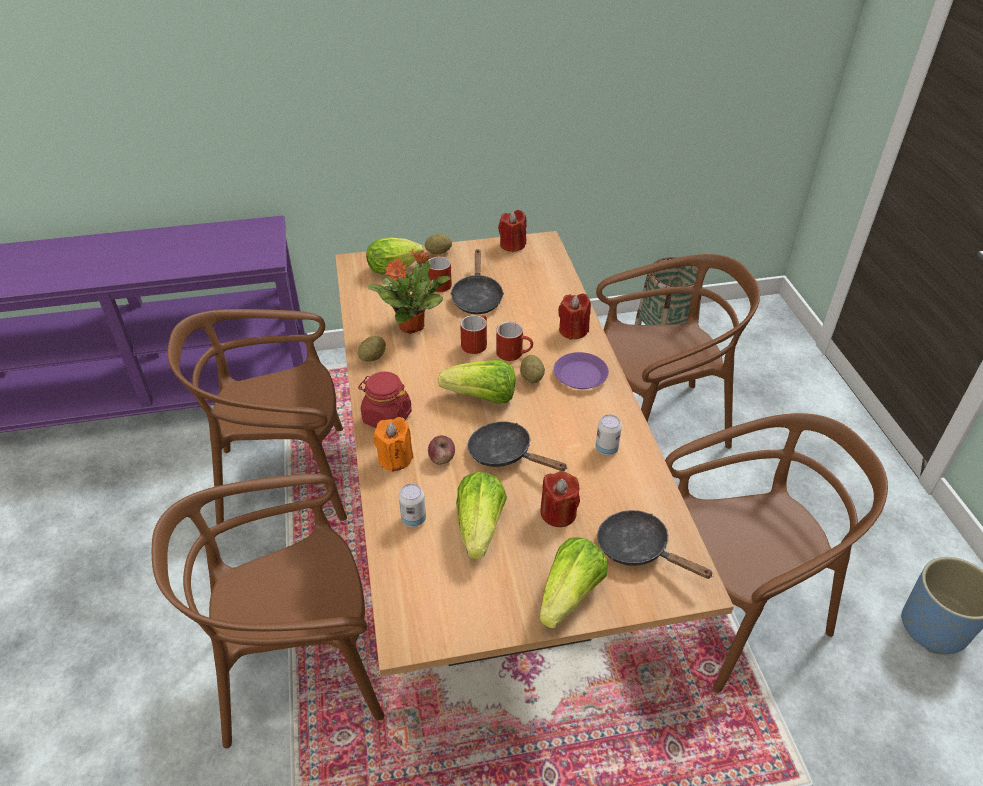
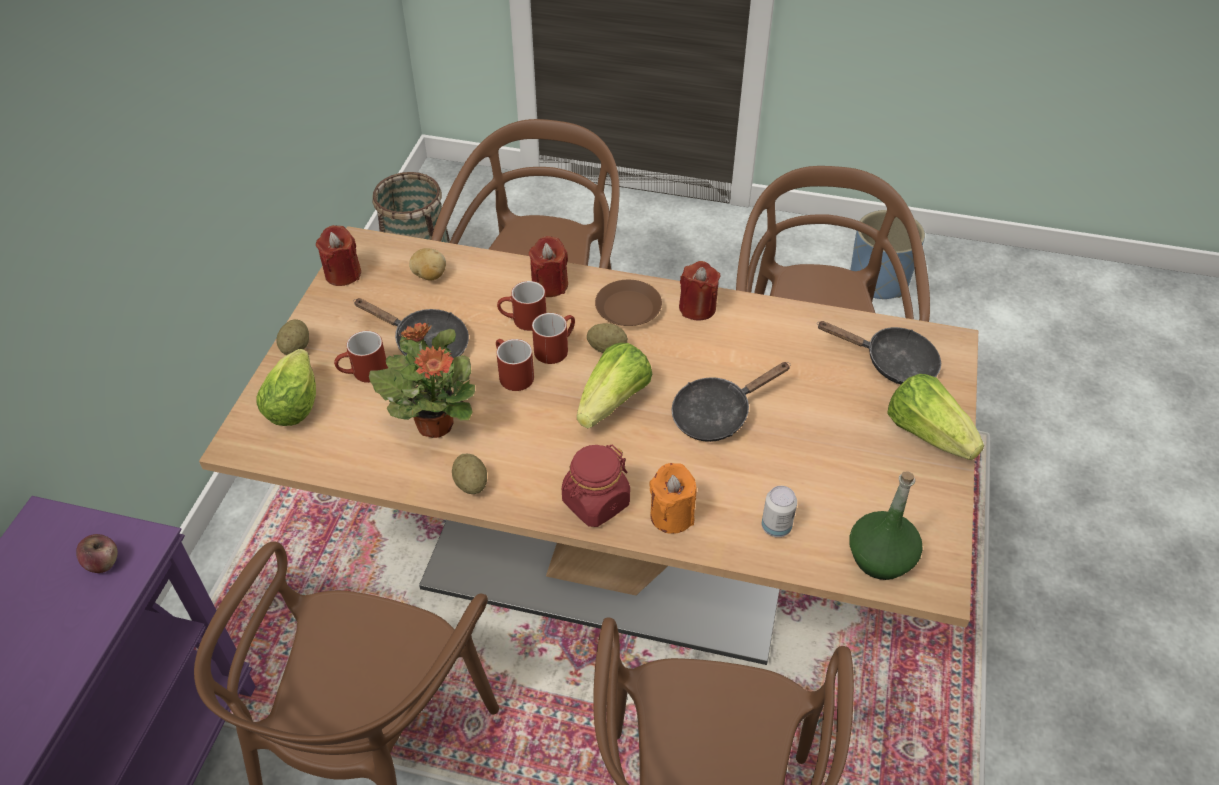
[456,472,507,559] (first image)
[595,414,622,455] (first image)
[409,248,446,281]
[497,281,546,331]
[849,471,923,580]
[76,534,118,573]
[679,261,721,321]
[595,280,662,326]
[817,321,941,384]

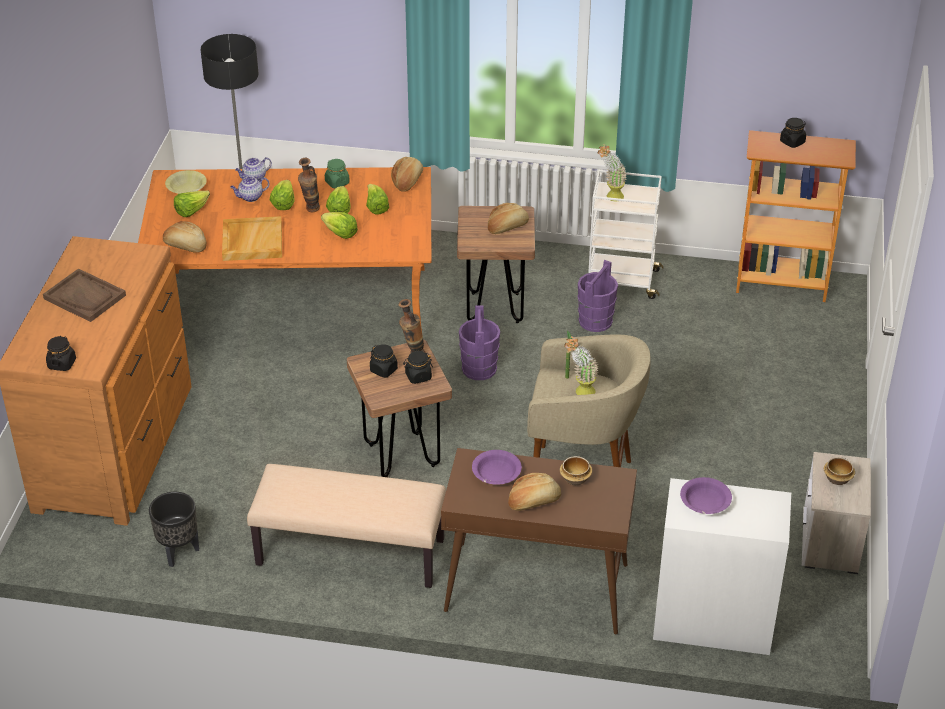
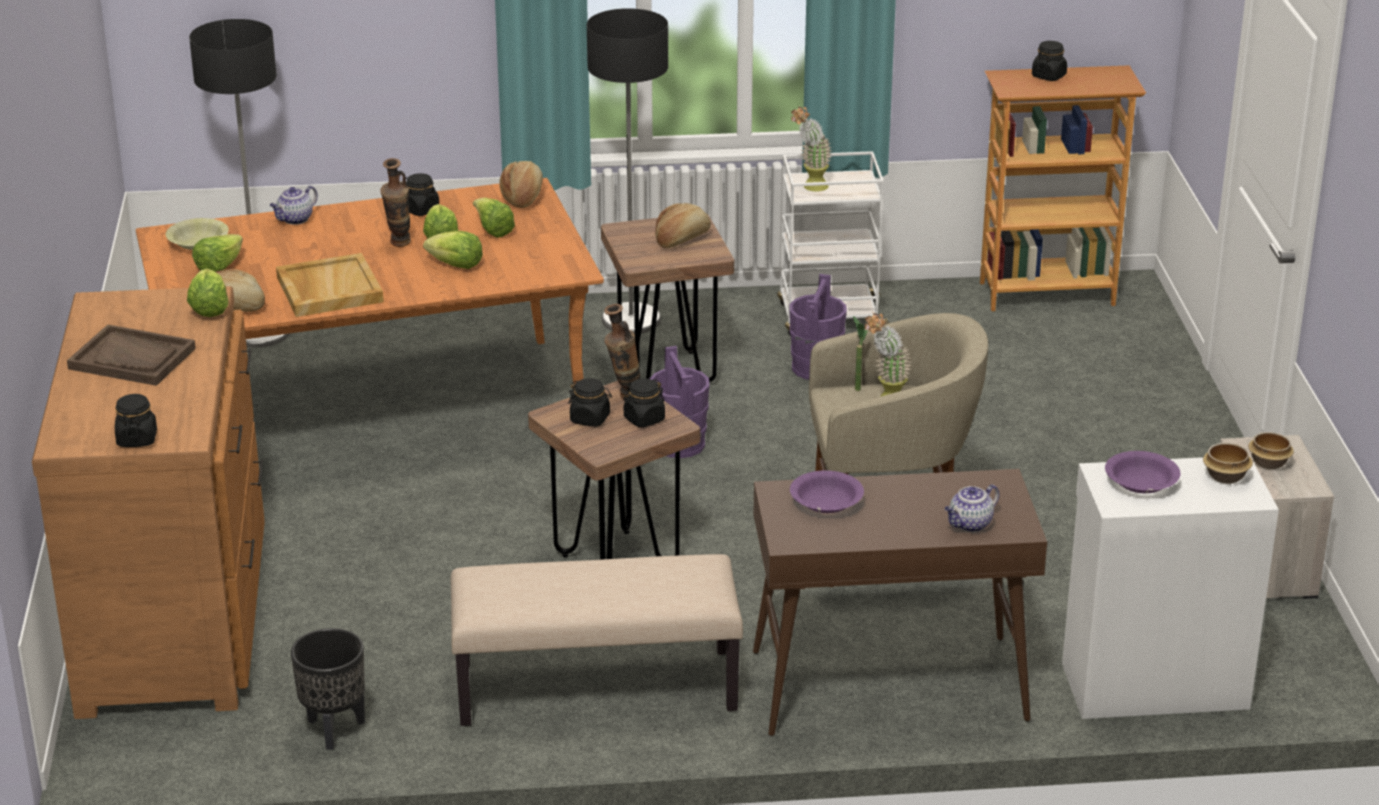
[508,473,561,511] (first image)
[587,8,668,334]
[945,484,999,532]
[187,269,228,317]
[1203,443,1253,484]
[406,173,439,216]

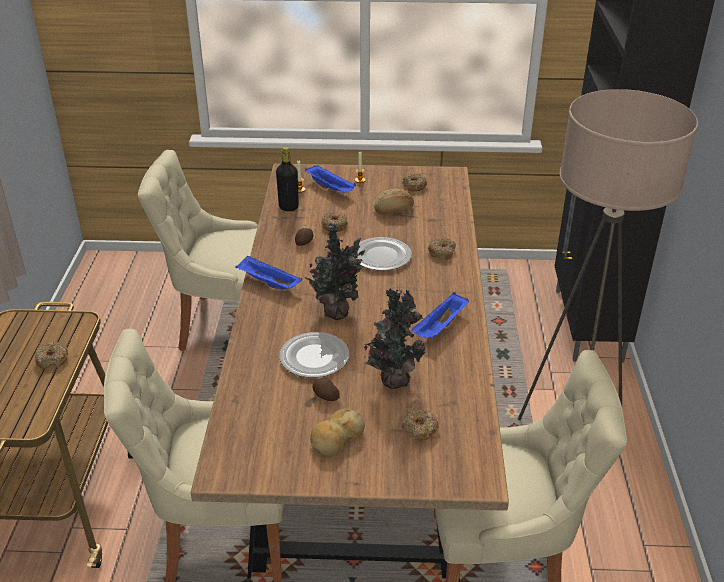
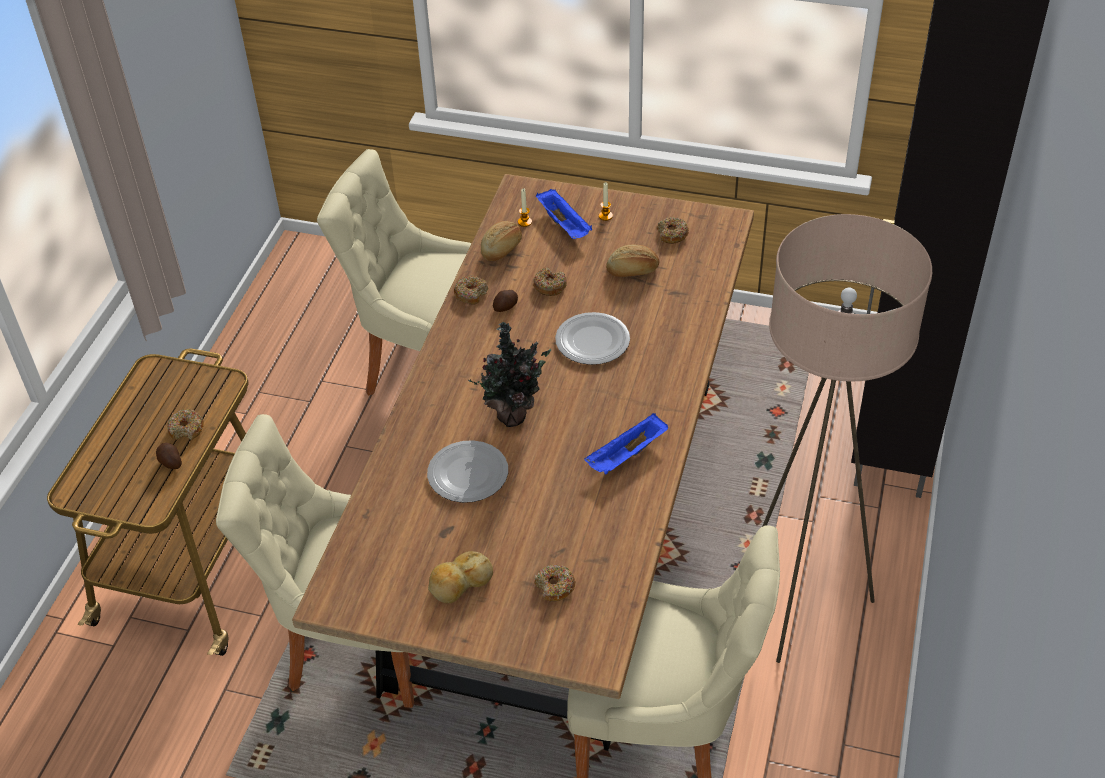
[235,255,302,290] (first image)
[364,288,425,389] (first image)
[156,443,182,469]
[454,275,489,305]
[481,221,522,261]

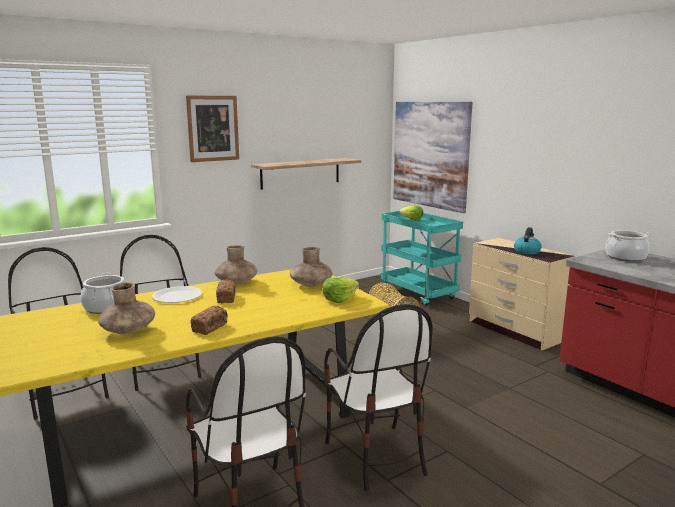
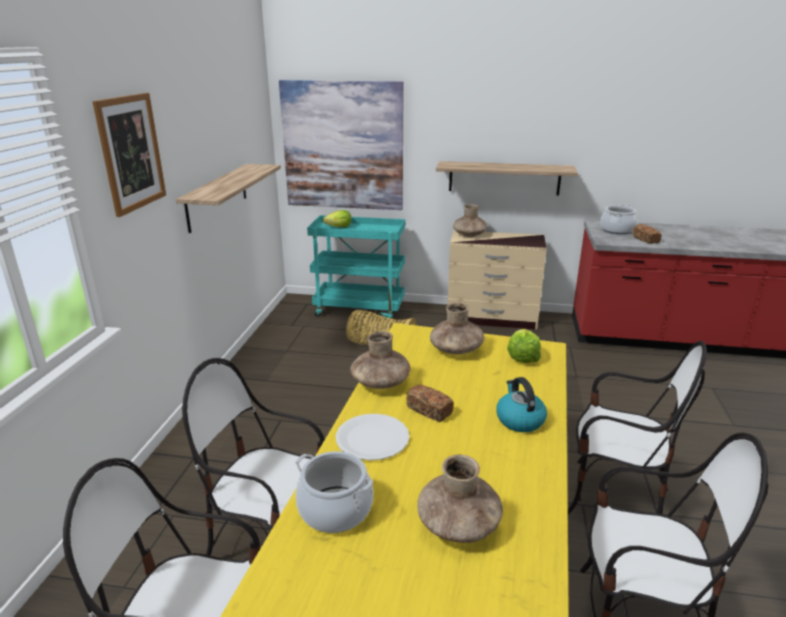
[436,161,578,195]
[453,204,488,237]
[633,224,662,244]
[496,377,547,432]

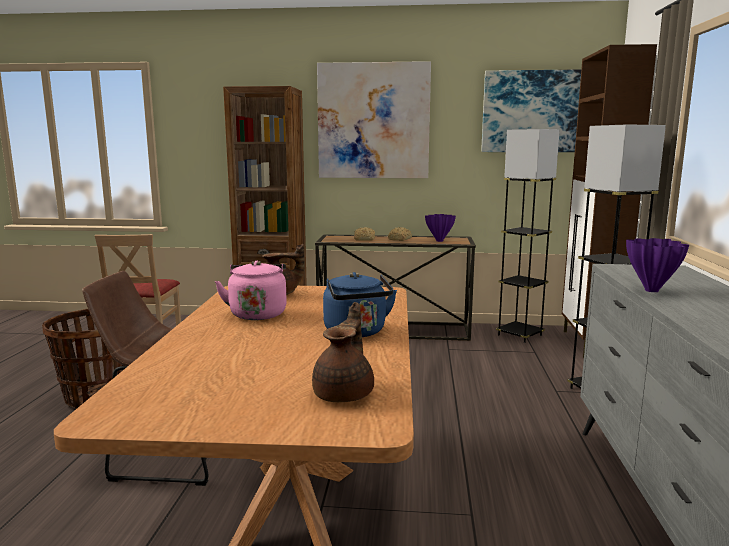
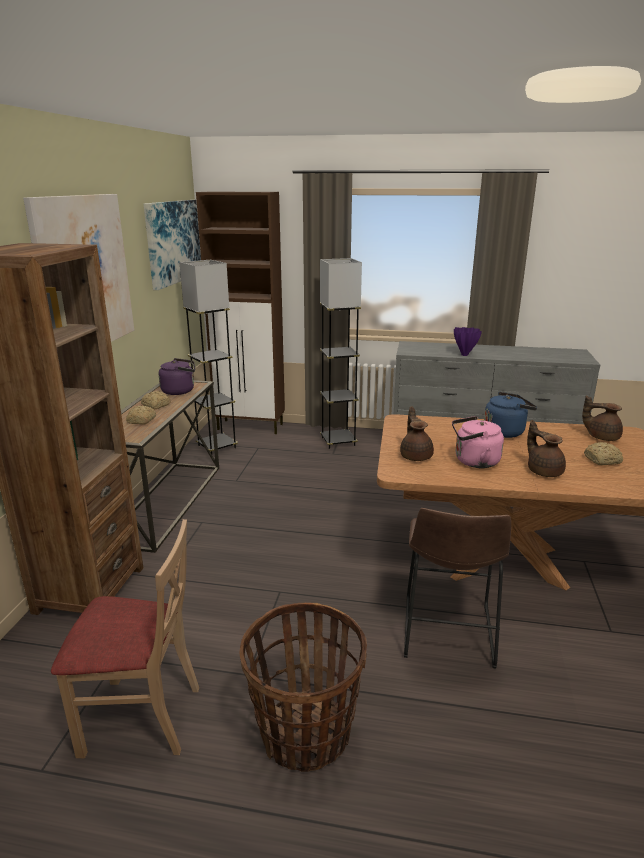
[527,420,566,477]
[584,442,623,465]
[159,358,195,395]

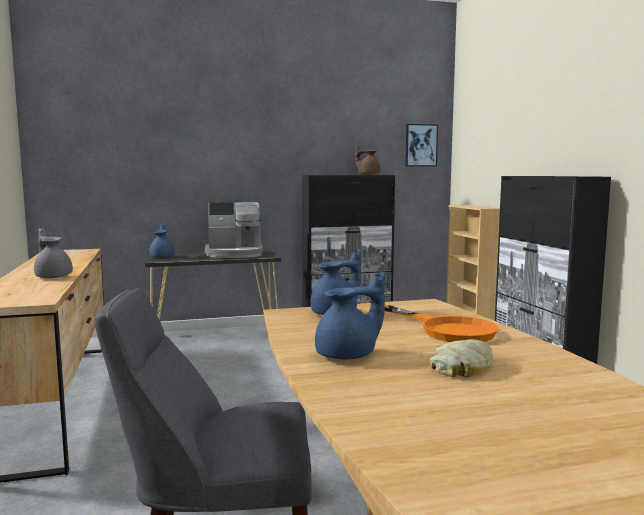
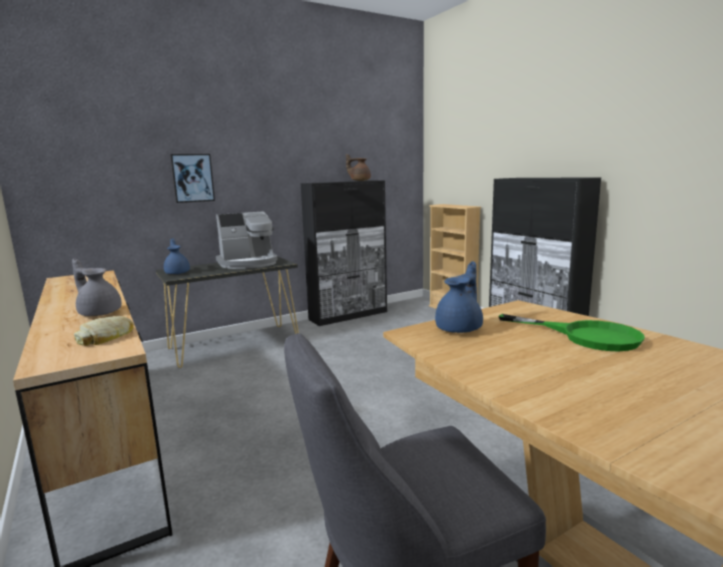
[315,272,385,360] (first image)
[170,154,215,203]
[74,316,134,346]
[498,314,645,351]

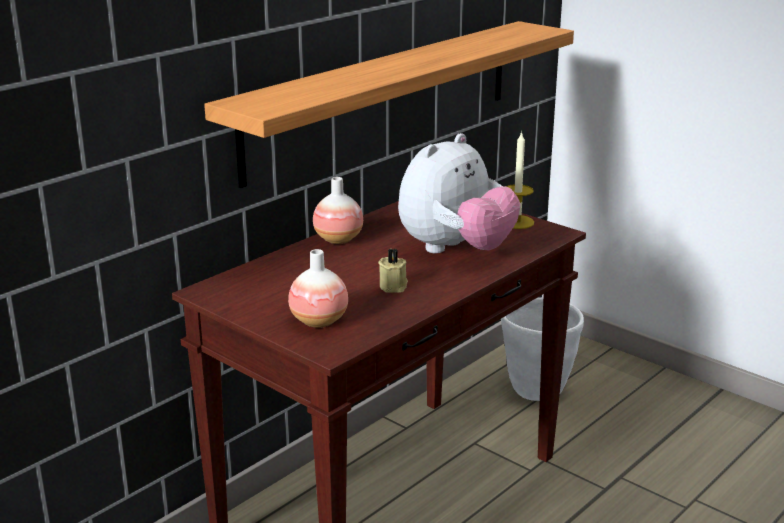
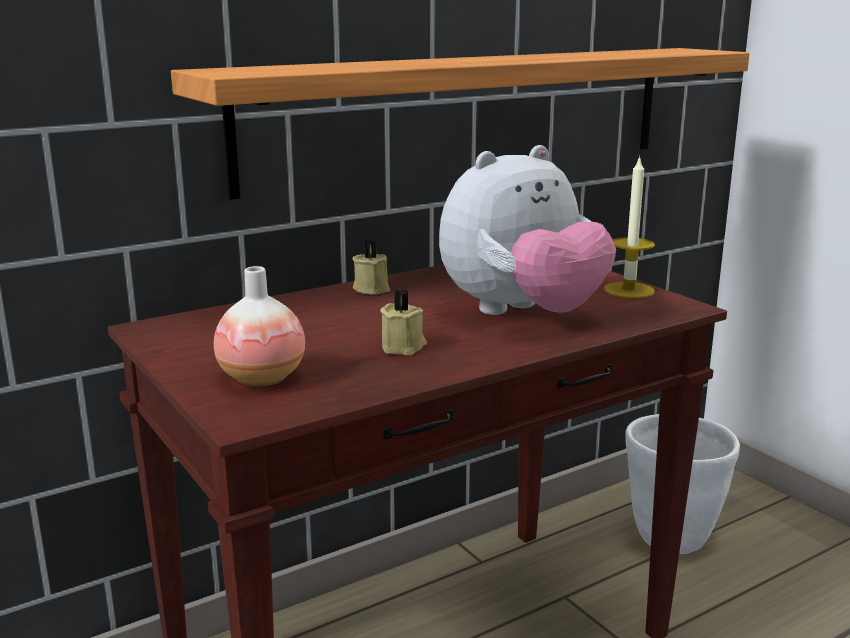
[352,240,390,295]

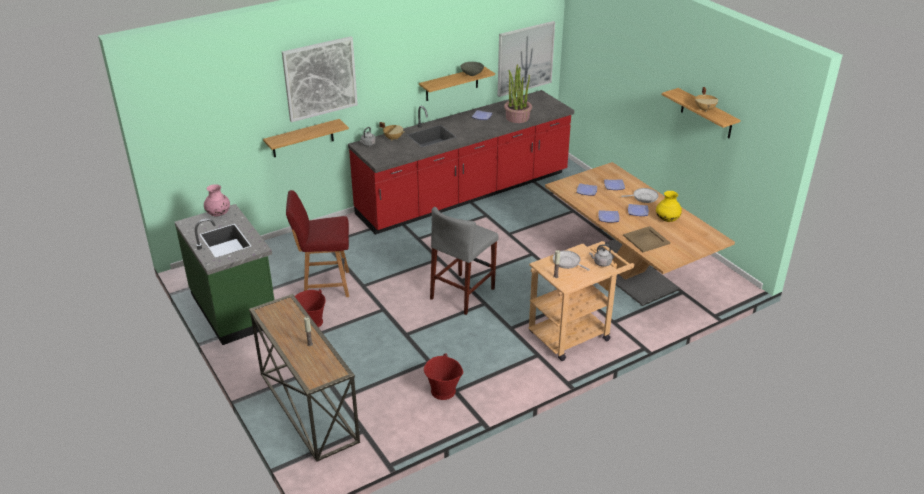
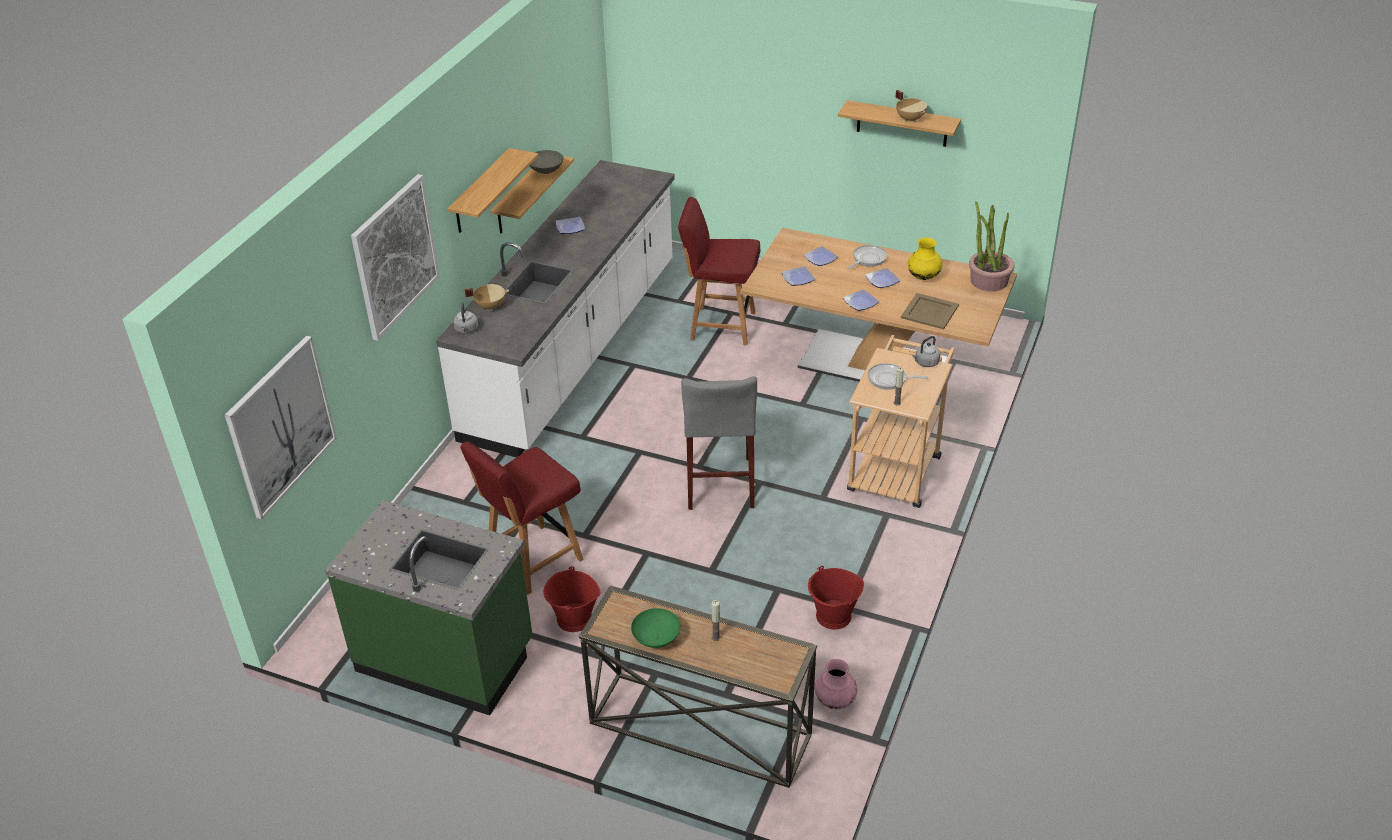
[631,608,681,648]
[678,197,760,345]
[815,659,857,710]
[448,148,538,233]
[224,336,337,520]
[969,201,1014,291]
[436,160,675,458]

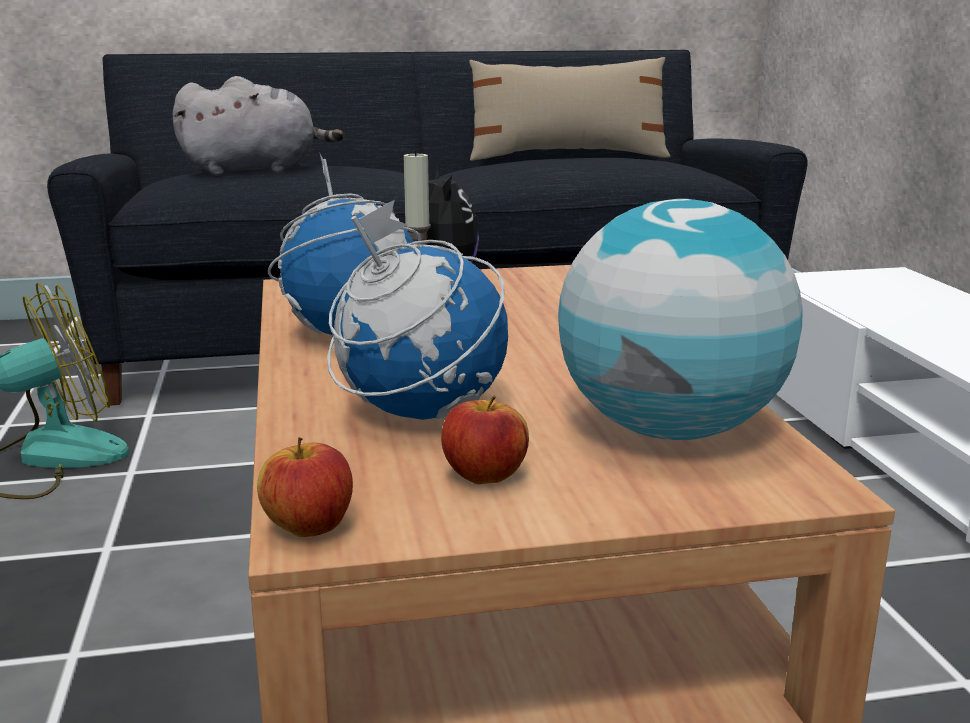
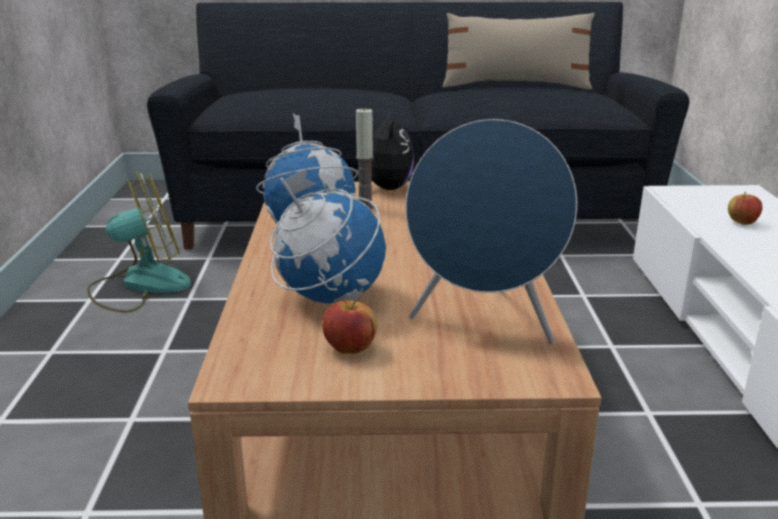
[173,76,344,176] (first image)
[728,192,762,225]
[406,119,577,344]

